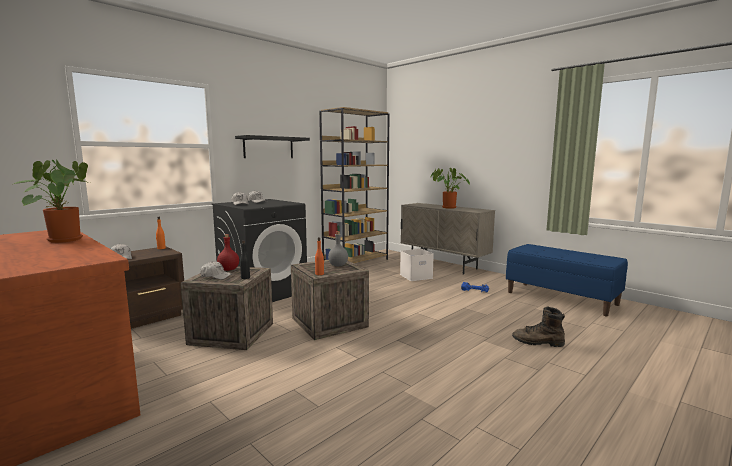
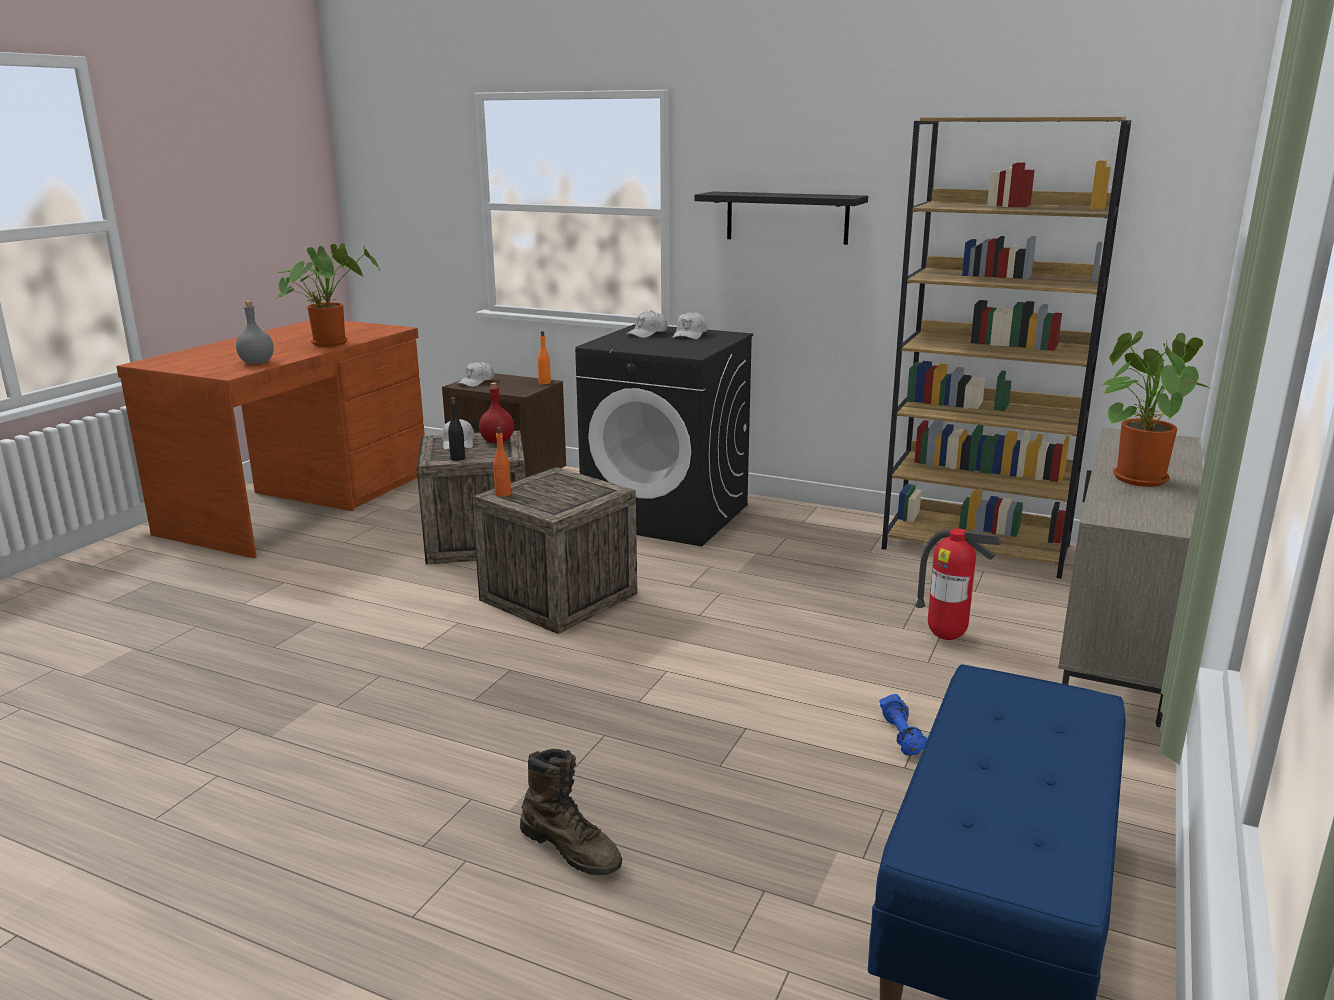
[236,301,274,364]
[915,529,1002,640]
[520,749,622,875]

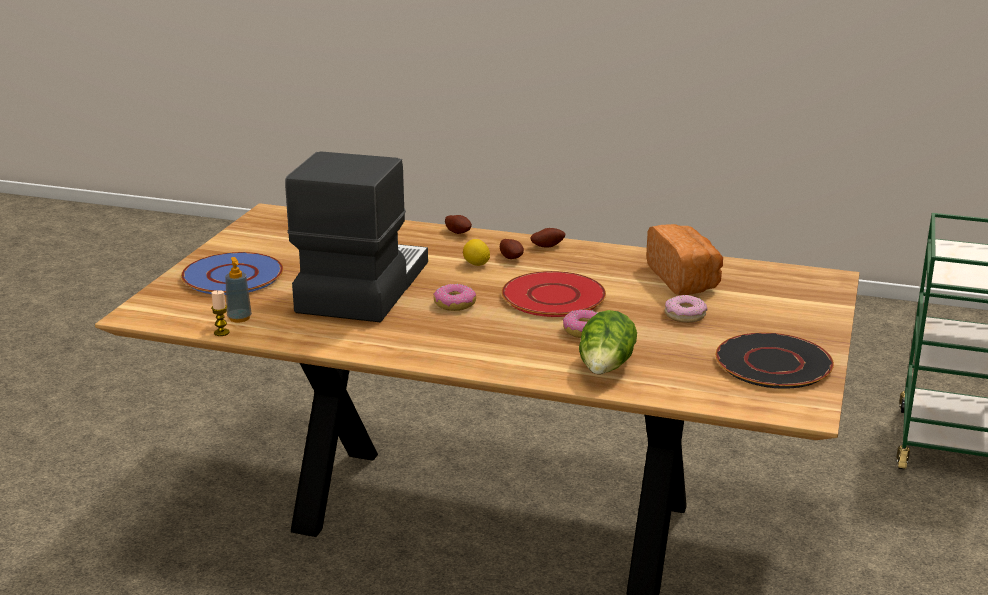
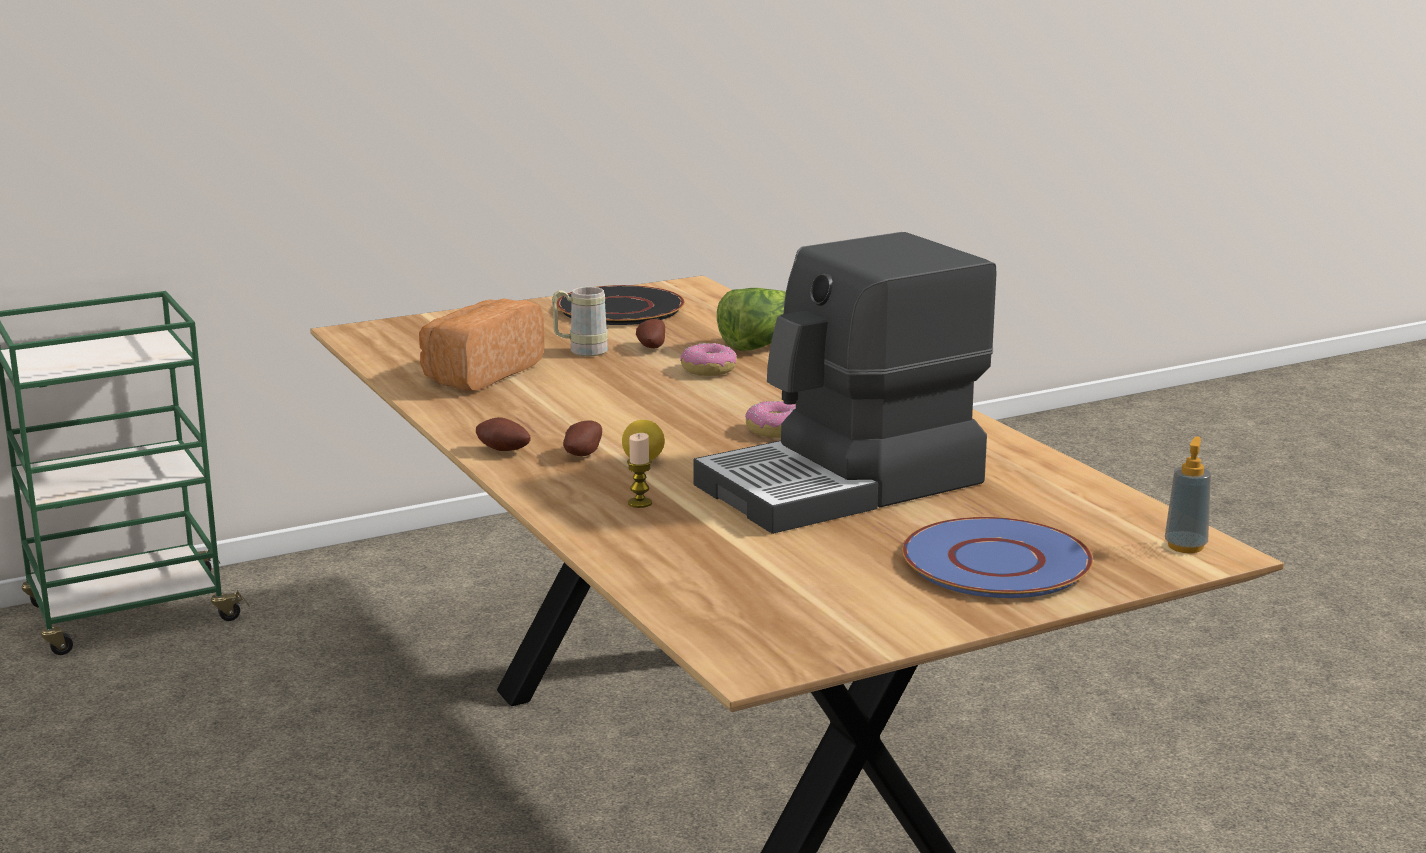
[502,271,606,317] (first image)
[627,433,652,508]
[1165,436,1211,553]
[636,319,665,348]
[552,287,608,356]

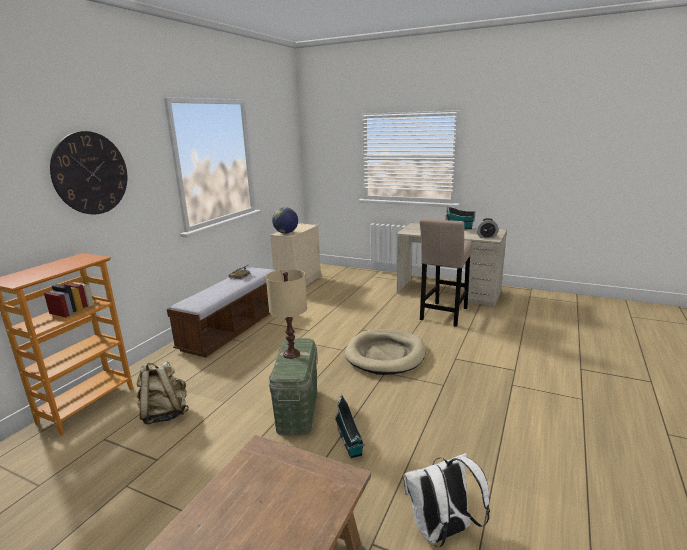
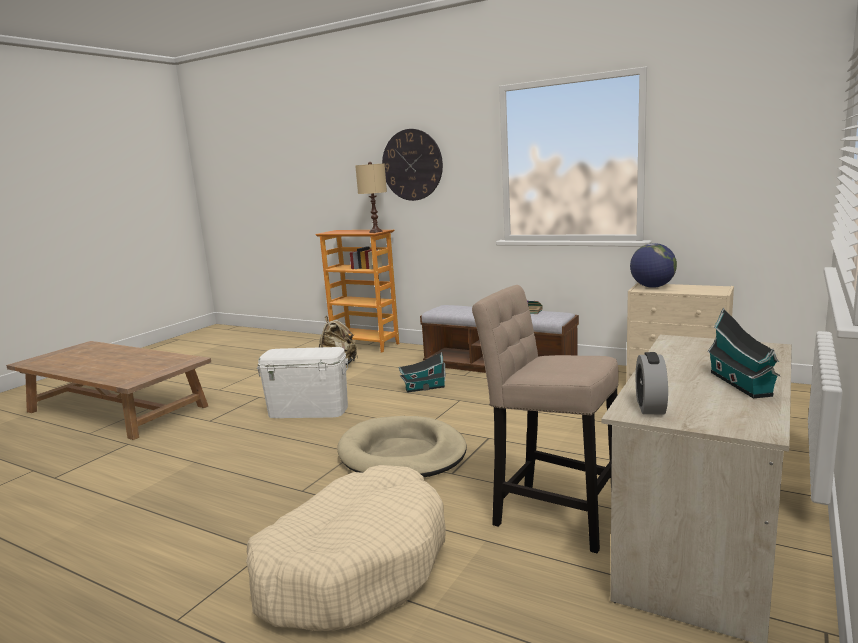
[403,453,490,547] (first image)
[246,465,446,631]
[355,162,387,233]
[399,352,446,393]
[257,347,348,418]

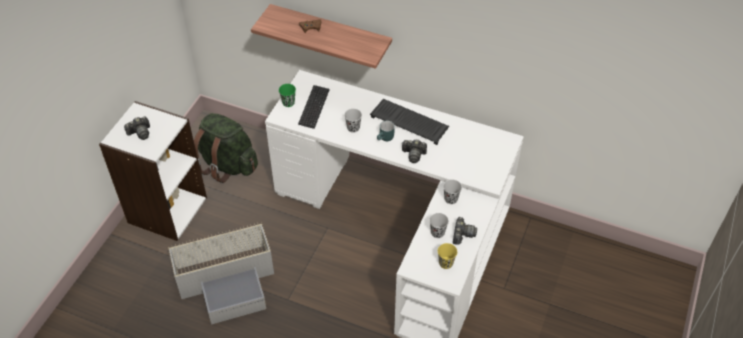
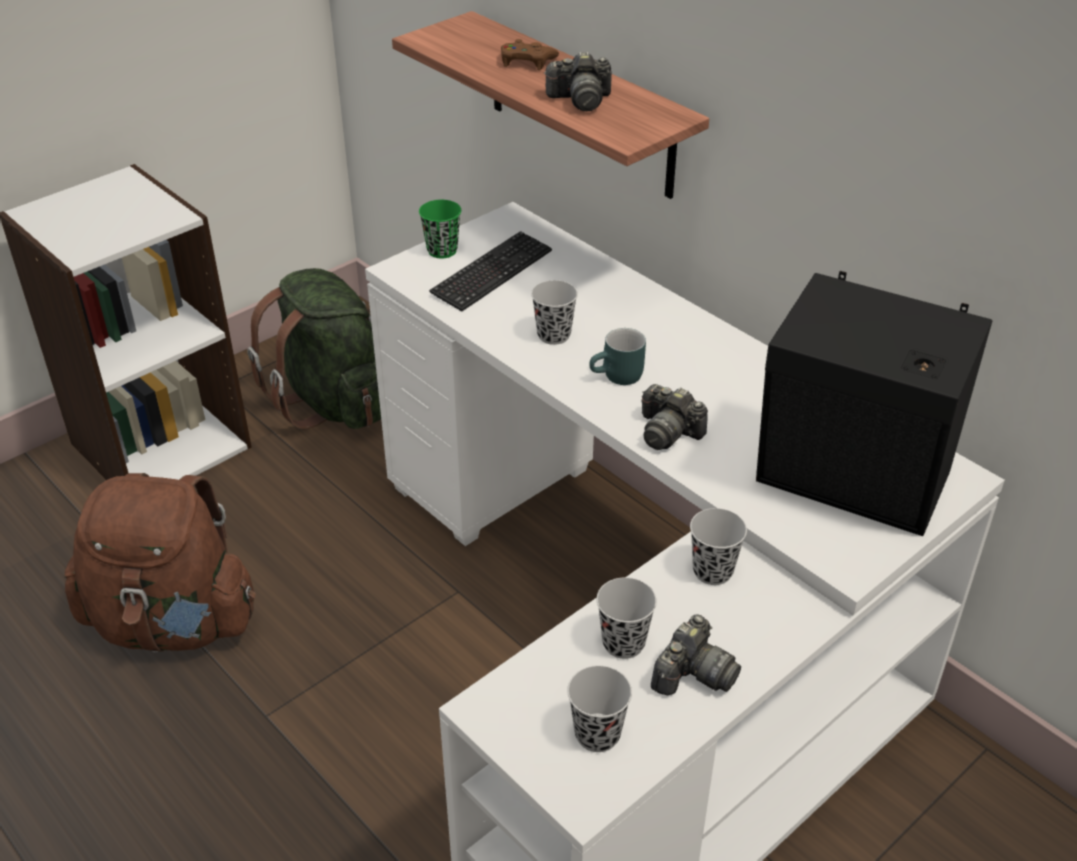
[370,99,449,145] (first image)
[756,271,992,536]
[544,52,612,111]
[64,473,256,652]
[567,665,632,752]

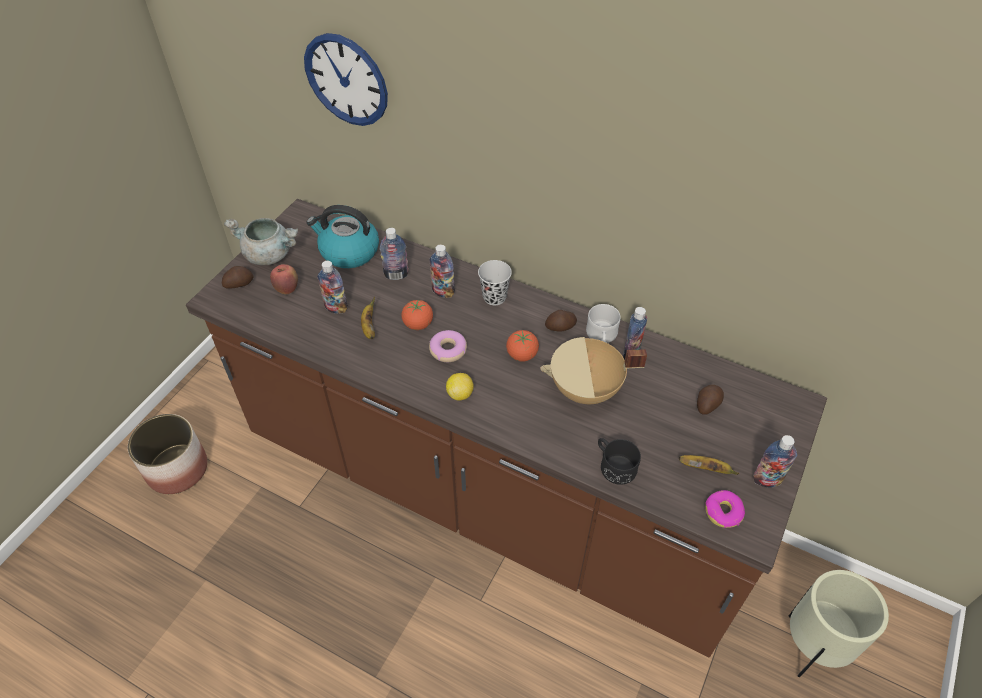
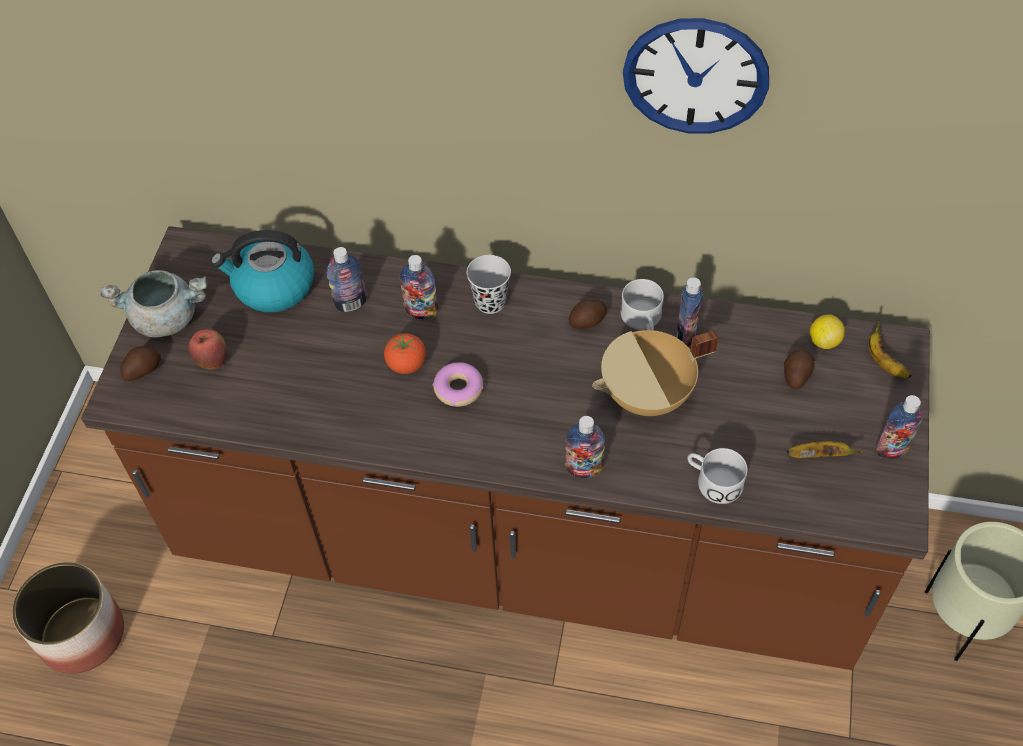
[506,330,539,361] (first image)
[705,490,745,528] (first image)
[623,18,769,134]
[565,416,605,478]
[868,320,912,378]
[810,314,845,349]
[687,448,747,504]

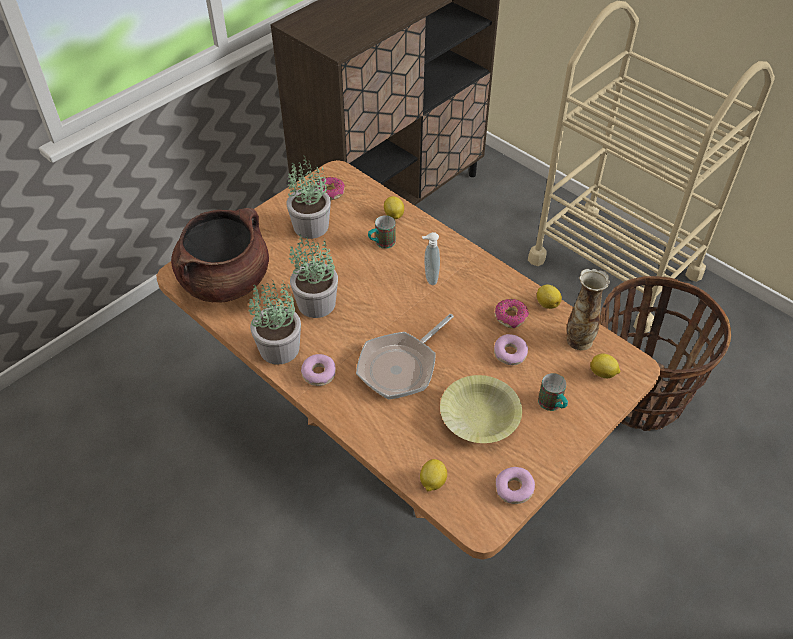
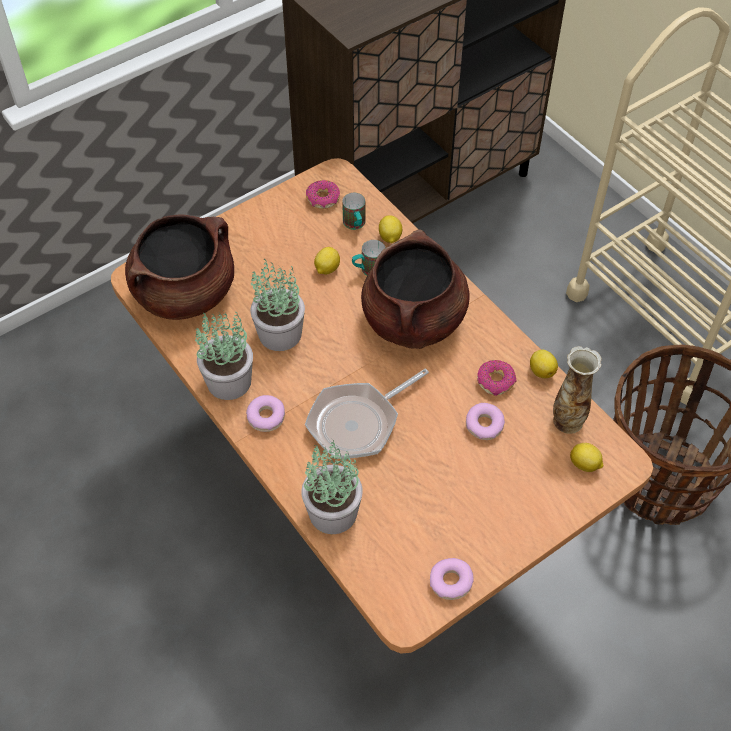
[440,375,522,443] (first image)
[301,440,362,534]
[314,247,340,274]
[342,193,365,230]
[361,229,470,349]

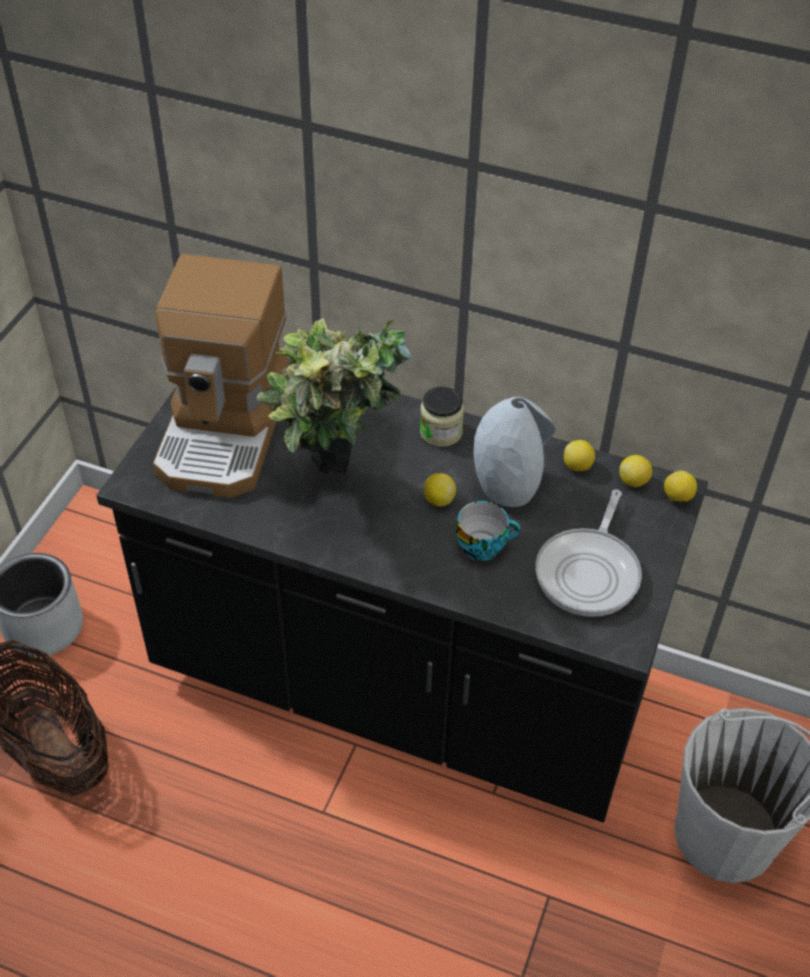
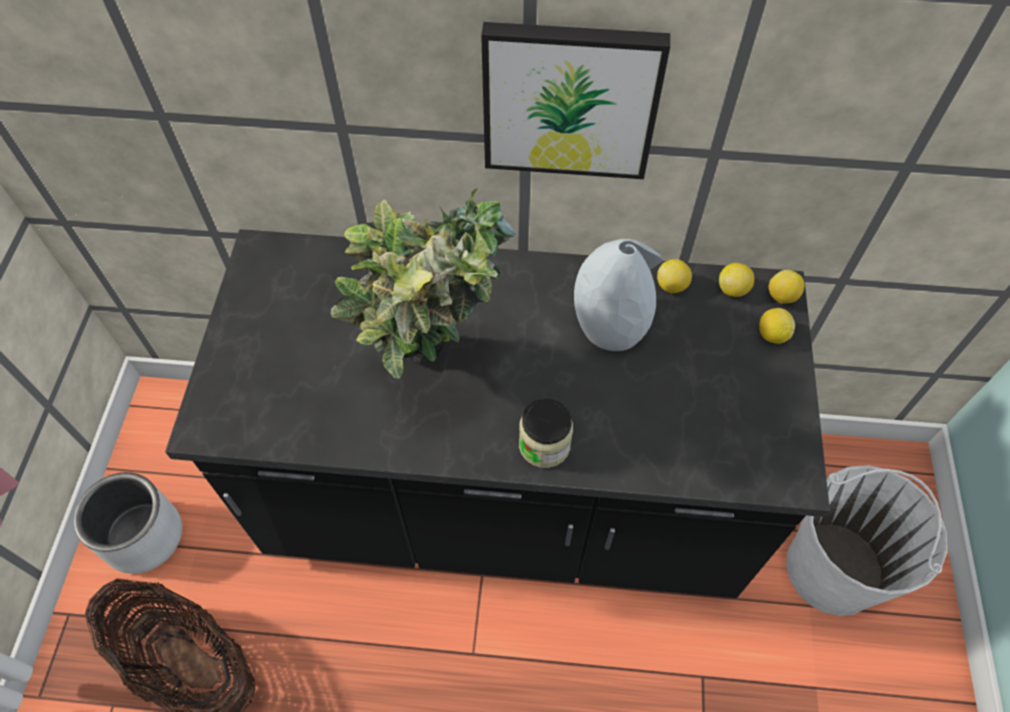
[153,254,289,498] (first image)
[456,501,520,561] (first image)
[535,489,642,617] (first image)
[481,22,670,179]
[519,399,573,468]
[759,308,795,344]

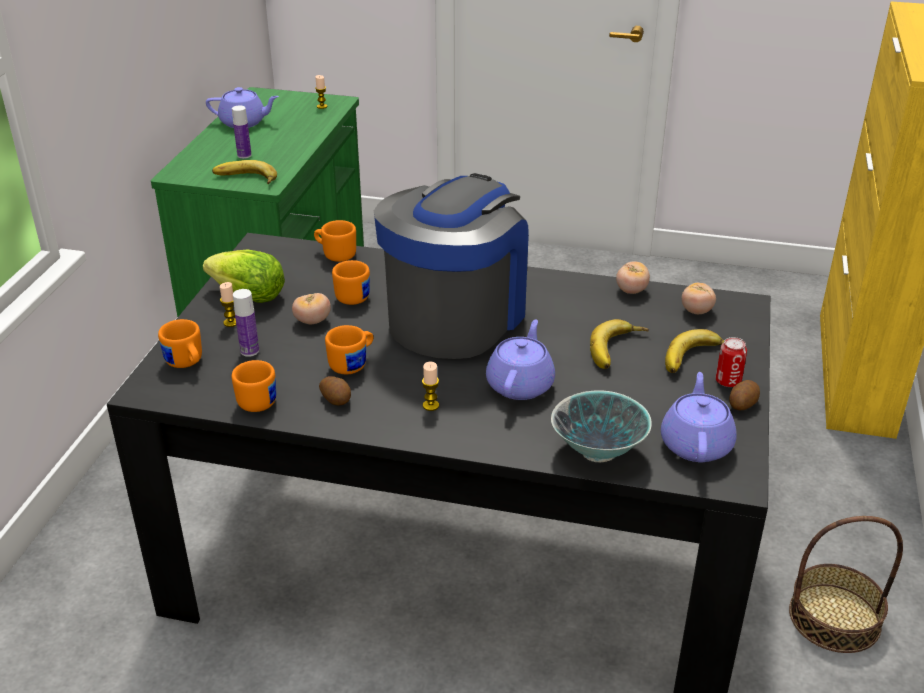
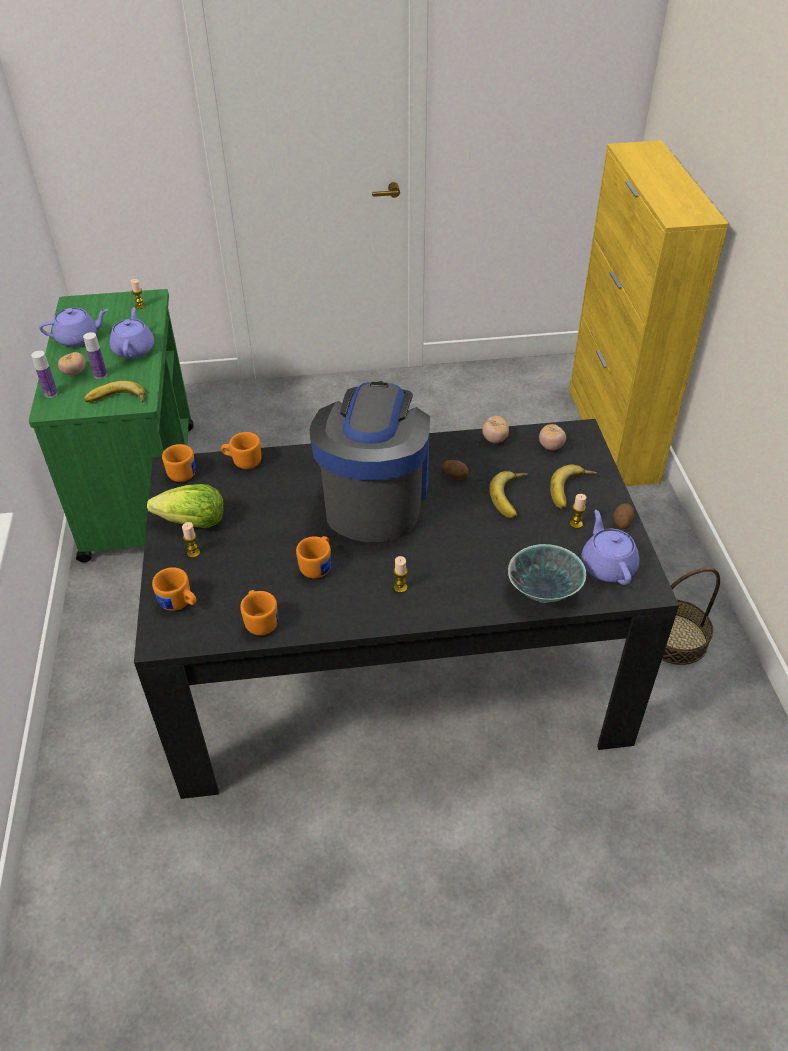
[716,337,747,387] (first image)
[570,494,586,529]
[31,351,58,398]
[58,352,86,375]
[441,460,469,480]
[162,444,196,482]
[110,307,154,359]

